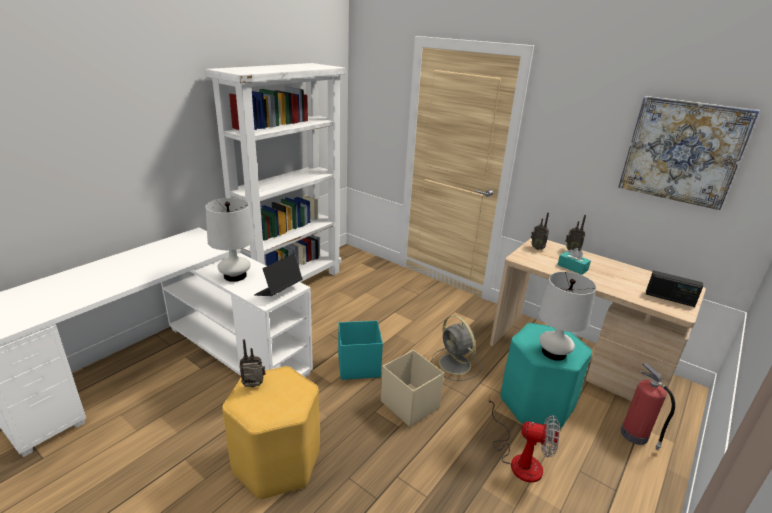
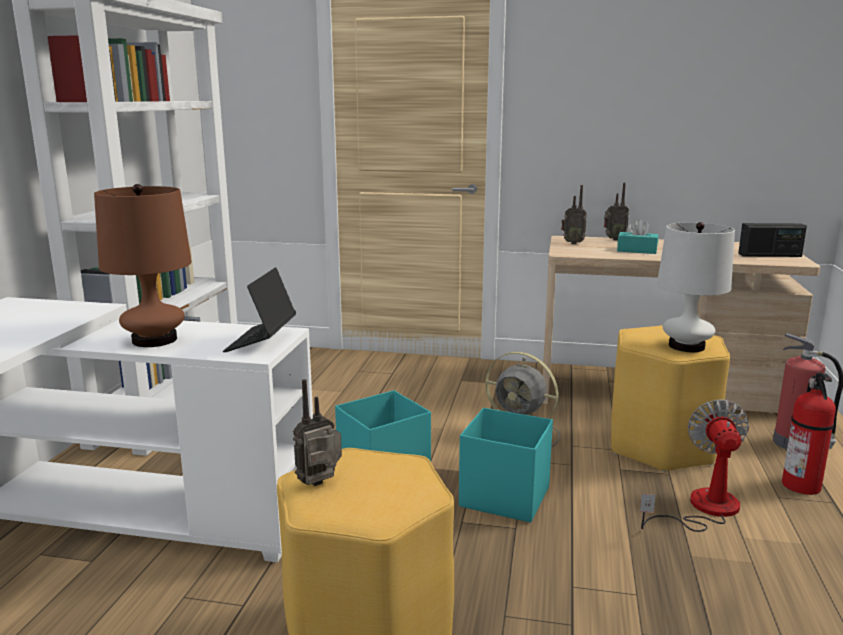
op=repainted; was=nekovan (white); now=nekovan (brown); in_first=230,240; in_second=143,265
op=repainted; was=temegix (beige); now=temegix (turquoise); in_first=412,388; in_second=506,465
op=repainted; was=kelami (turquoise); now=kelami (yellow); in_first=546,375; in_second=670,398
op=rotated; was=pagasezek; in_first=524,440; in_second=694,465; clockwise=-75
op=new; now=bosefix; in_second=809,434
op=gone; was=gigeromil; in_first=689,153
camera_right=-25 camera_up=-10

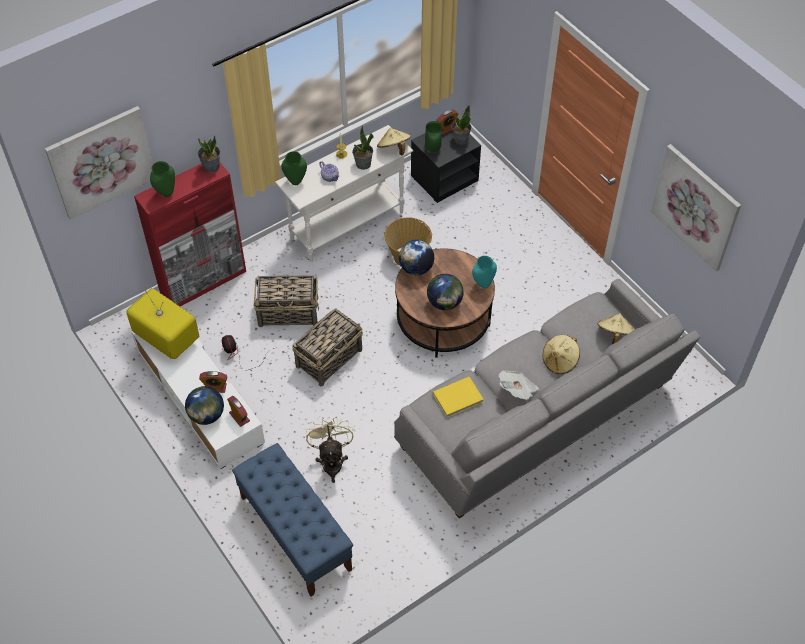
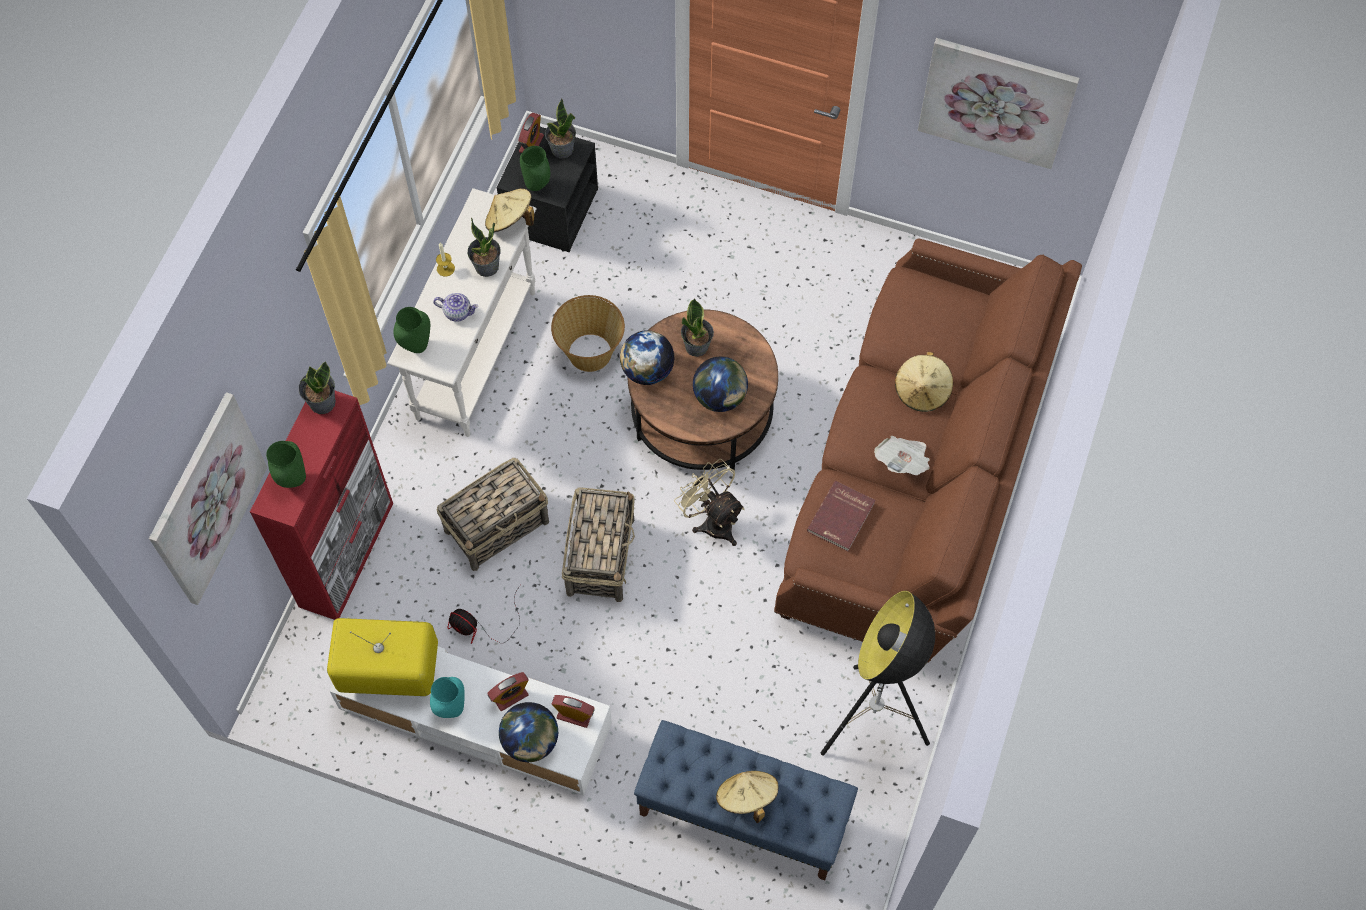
op=shifted; was=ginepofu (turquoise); in_first=484,272; in_second=447,697
op=shifted; was=pagasezek (beige); in_first=329,449; in_second=709,502
op=new; now=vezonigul; in_second=697,327
op=shifted; was=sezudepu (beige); in_first=616,328; in_second=747,797
op=repainted; was=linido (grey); now=linido (brown); in_first=547,398; in_second=928,450
op=repainted; was=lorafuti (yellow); now=lorafuti (red); in_first=458,397; in_second=841,516
op=new; now=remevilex; in_second=878,673
camera_right=-35 camera_up=10

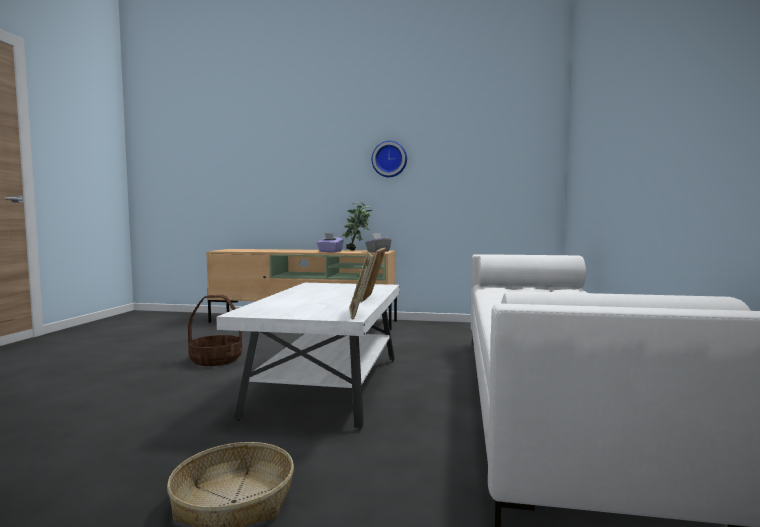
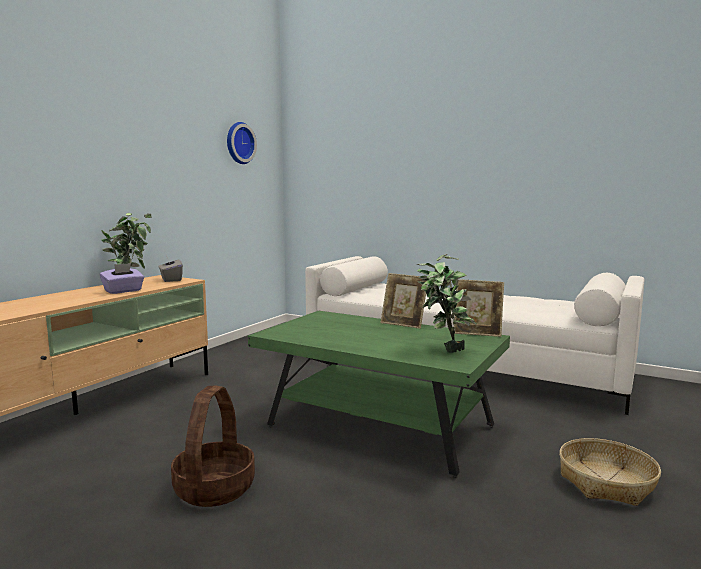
op=shifted; was=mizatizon; in_first=389,159; in_second=242,143
op=repainted; was=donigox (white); now=donigox (green); in_first=308,357; in_second=379,394
op=new; now=vezonigul; in_second=447,303
camera_right=-70 camera_up=5

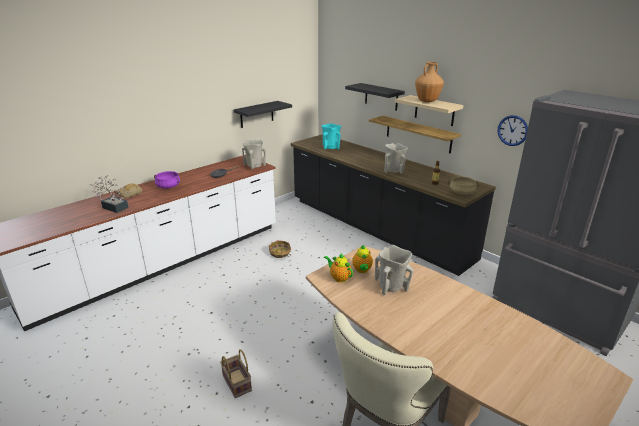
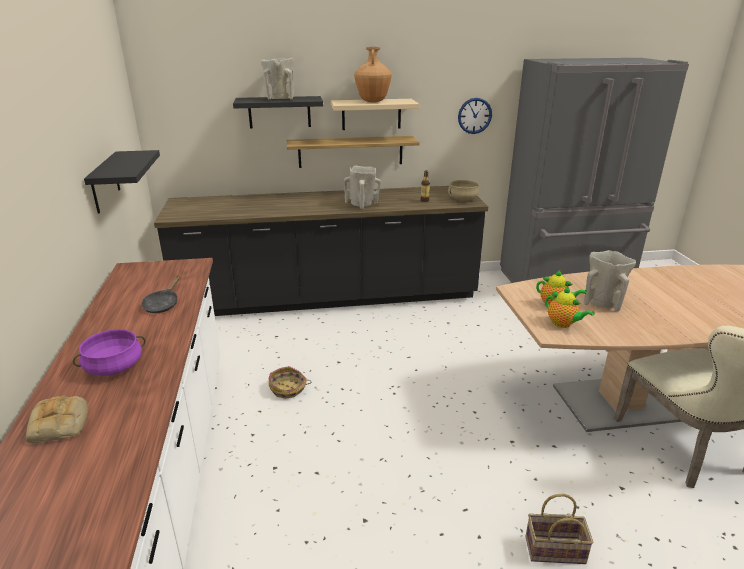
op=shifted; was=ginepofu (beige); in_first=254,154; in_second=277,79
op=rotated; was=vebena; in_first=338,268; in_second=570,307; clockwise=-120
op=gone; was=vezonigul; in_first=110,194
op=gone; was=ginepofu (turquoise); in_first=331,137
camera_right=-55 camera_up=0

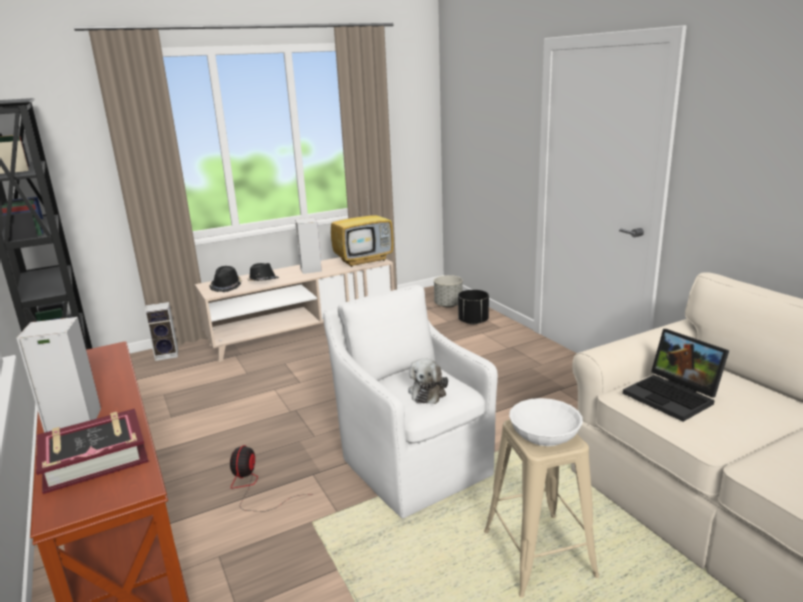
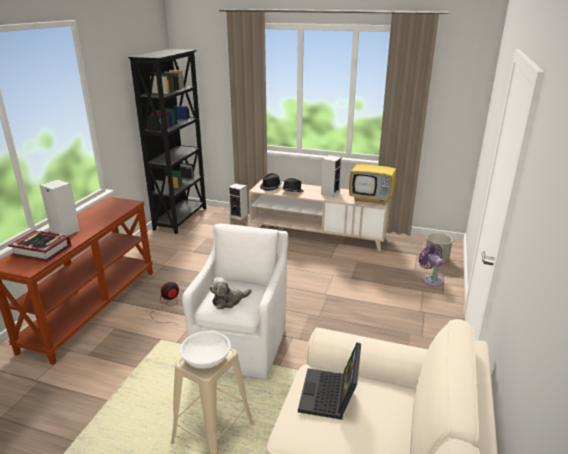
op=swapped; was=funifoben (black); now=pagasezek (purple); in_first=473,307; in_second=431,265
camera_right=45 camera_up=5

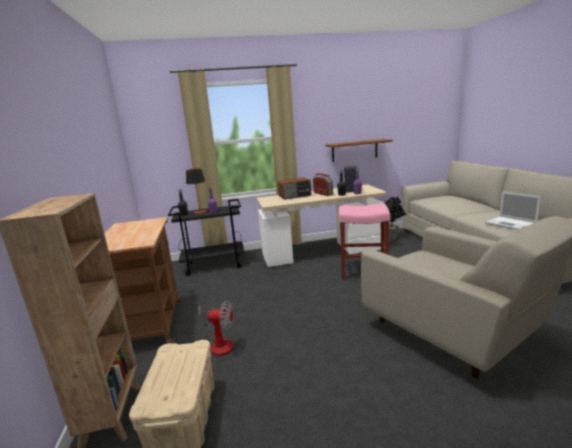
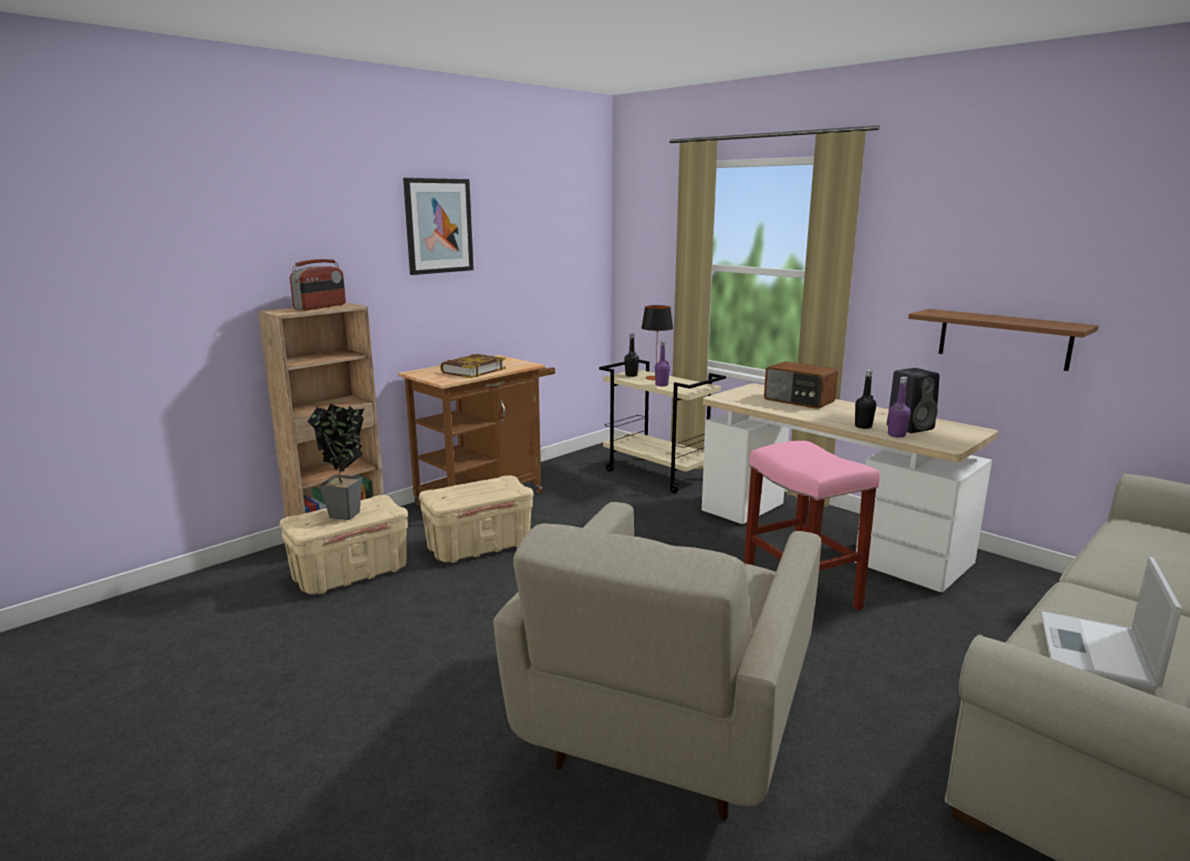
op=shifted; was=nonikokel; in_first=323,184; in_second=318,285
op=shifted; was=vezonigul; in_first=396,219; in_second=336,462
op=new; now=gigeromil; in_second=438,226
op=swapped; was=pagasezek; now=temegix (beige); in_first=216,328; in_second=476,519
op=new; now=lorafuti; in_second=473,366
op=repainted; was=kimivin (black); now=kimivin (beige); in_first=206,237; in_second=662,426
camera_right=55 camera_up=0

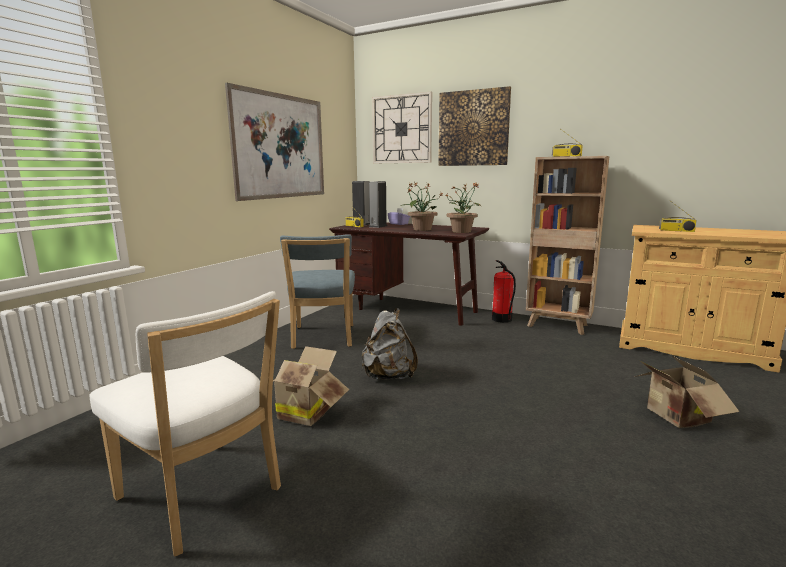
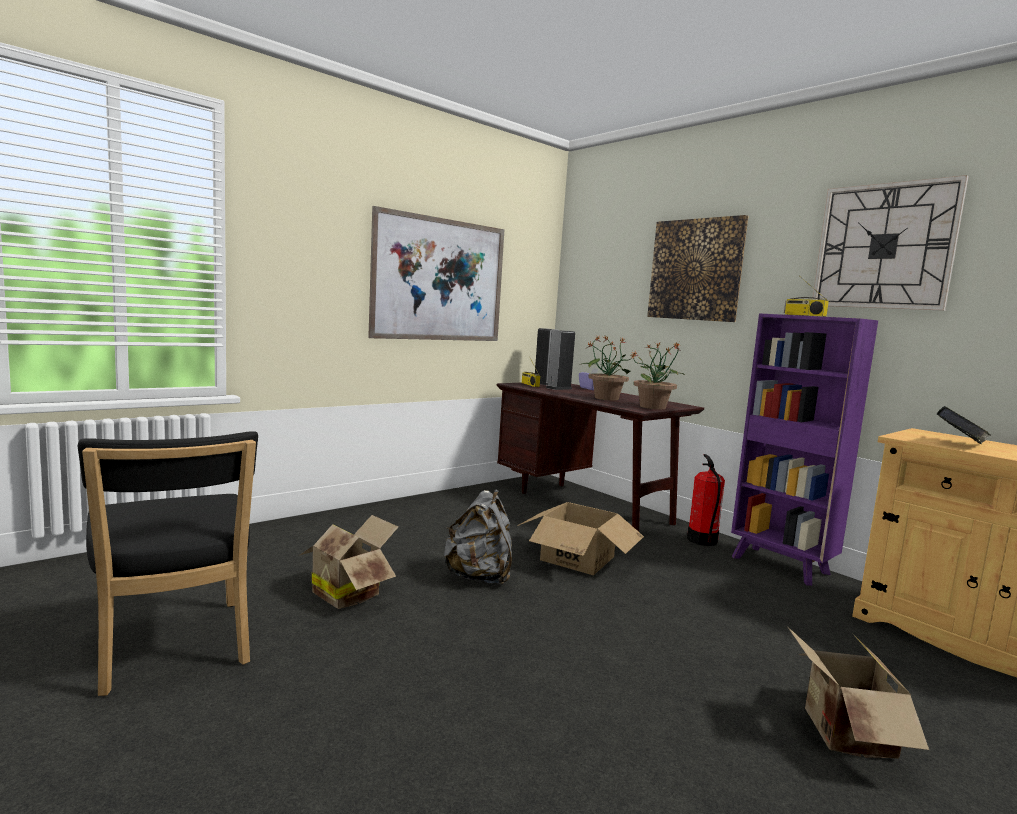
op=repainted; was=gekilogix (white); now=gekilogix (black); in_first=185,424; in_second=168,563
op=new; now=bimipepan; in_second=580,538
op=repainted; was=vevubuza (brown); now=vevubuza (purple); in_first=567,245; in_second=804,449
op=shifted; was=mizatizon; in_first=402,128; in_second=890,243
op=swapped; was=nonikokel; now=lorafuti; in_first=678,217; in_second=964,425
op=gone; was=gekilogix (blue); in_first=317,291
camera_right=20 camera_up=-5

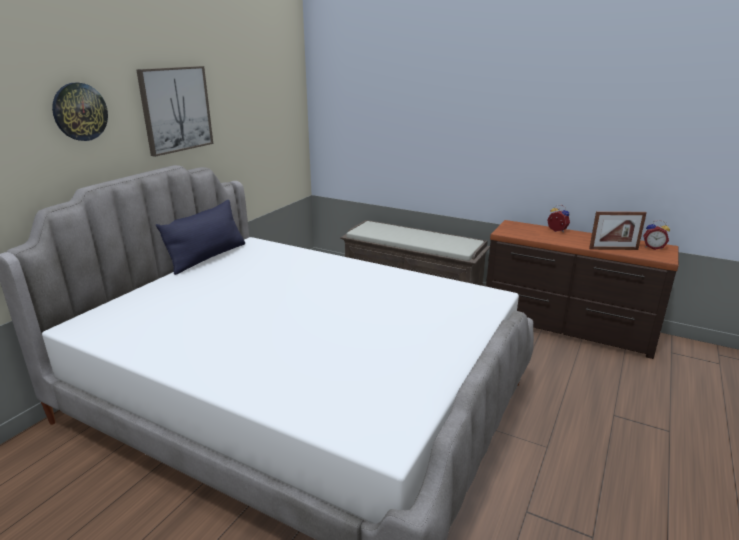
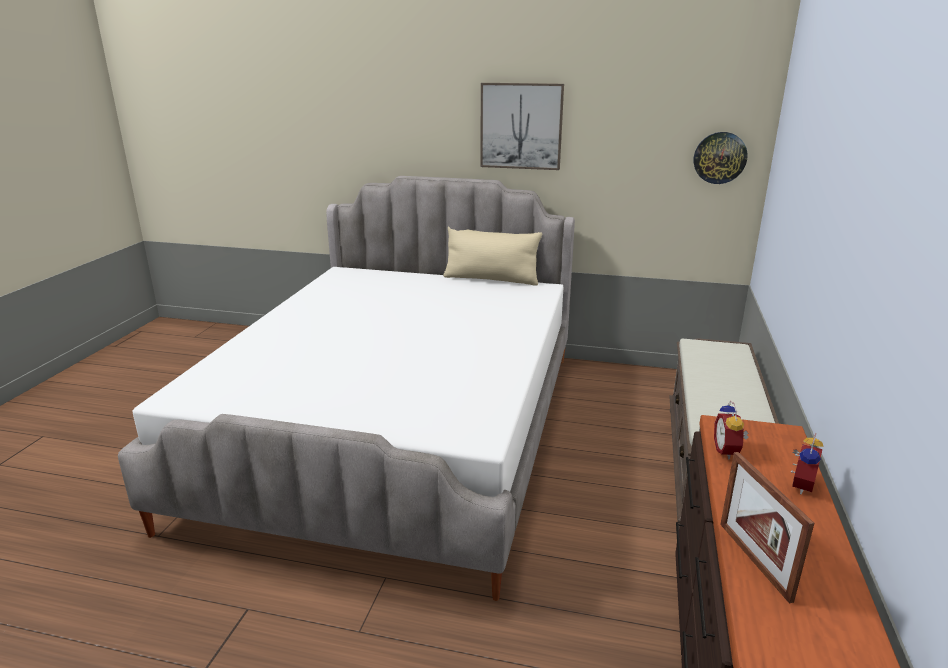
op=repainted; was=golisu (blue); now=golisu (beige); in_first=200,237; in_second=492,255
op=shifted; was=mizatizon; in_first=80,112; in_second=721,158
op=shifted; was=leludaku; in_first=656,235; in_second=731,430
camera_right=75 camera_up=0

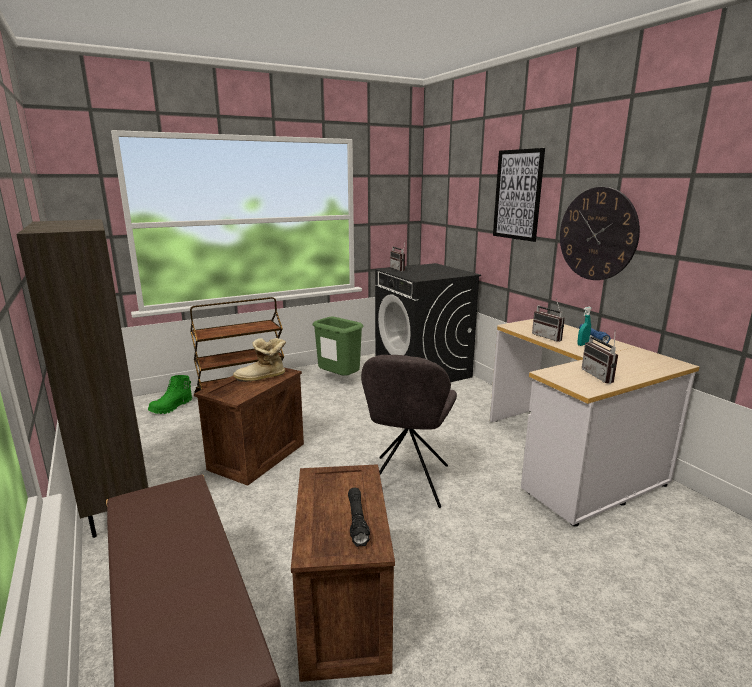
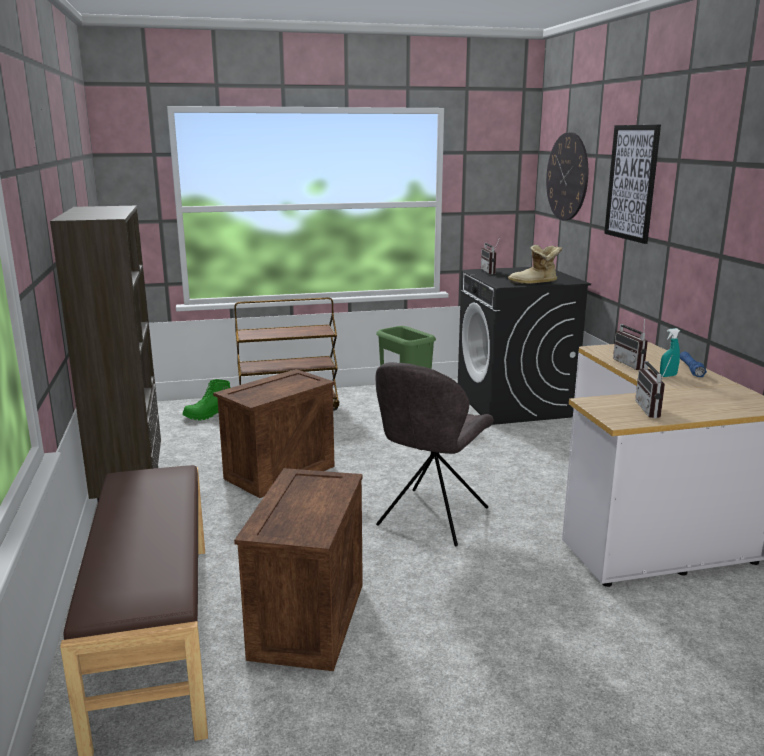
op=shifted; was=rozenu; in_first=259,360; in_second=535,264
op=shifted; was=mizatizon; in_first=600,233; in_second=567,176
op=gone; was=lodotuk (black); in_first=359,517
camera_right=15 camera_up=0

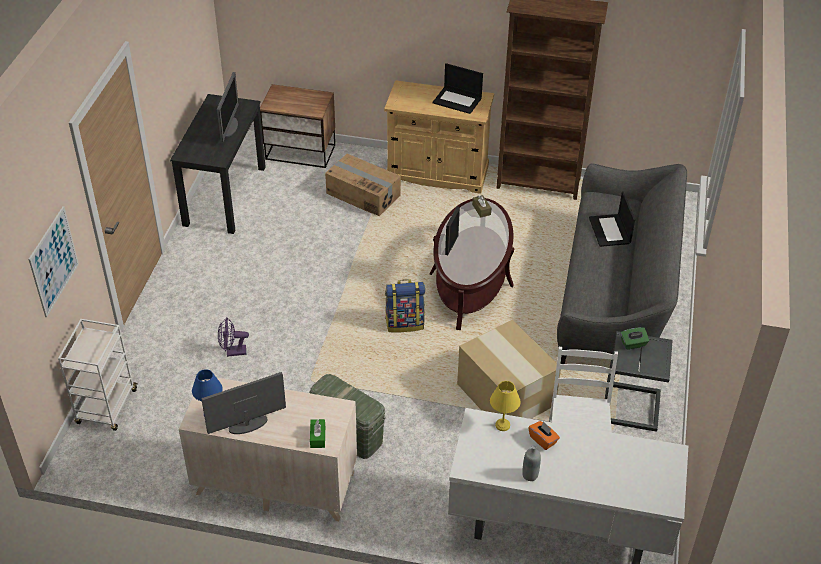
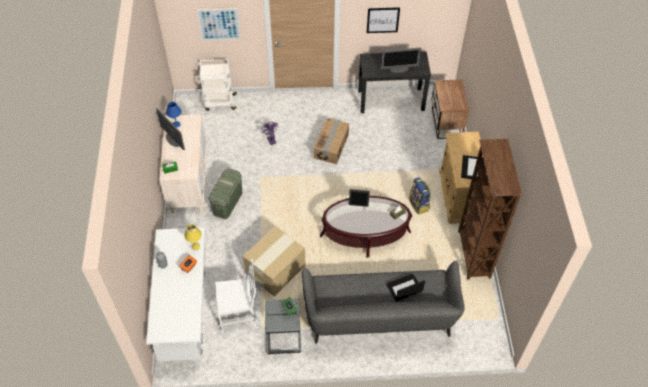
op=shifted; was=bimipepan; in_first=363,185; in_second=331,141
op=new; now=gigeromil; in_second=383,20
op=shifted; was=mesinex; in_first=405,306; in_second=420,195
camera_right=75 camera_up=10

